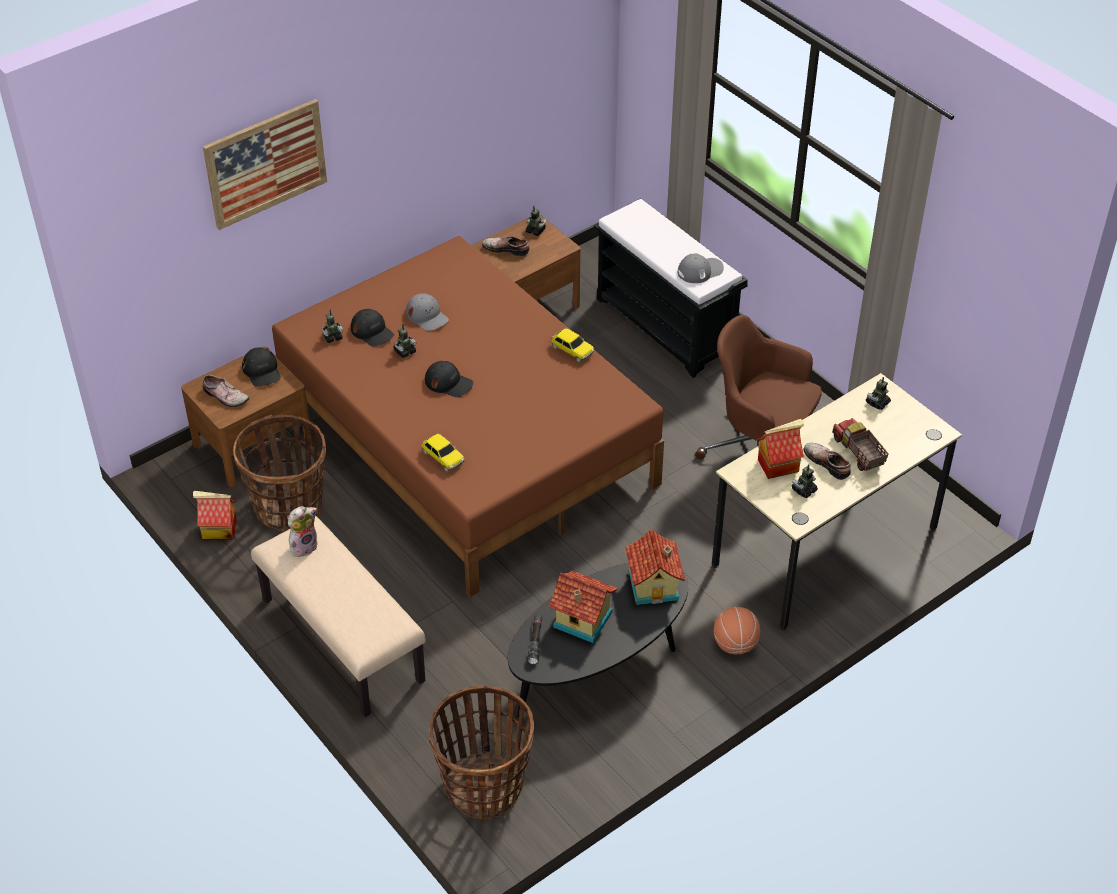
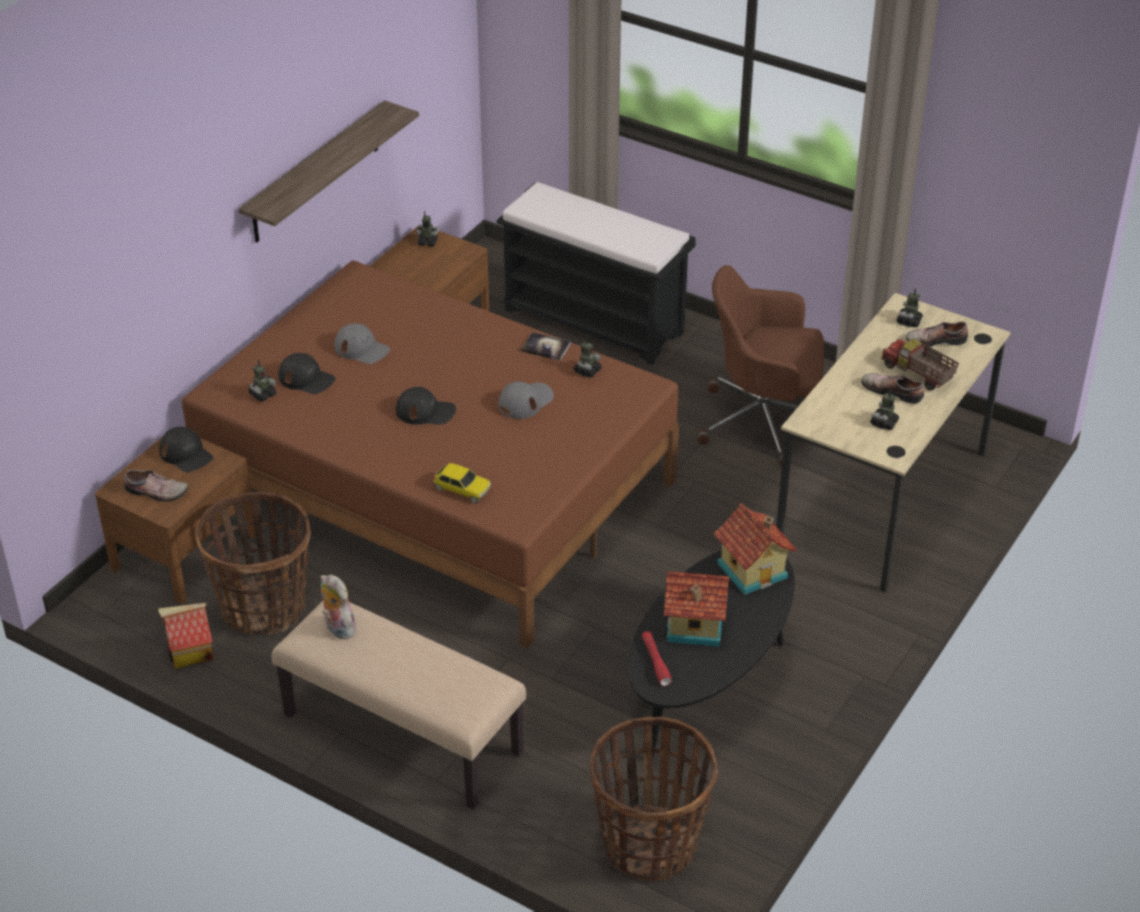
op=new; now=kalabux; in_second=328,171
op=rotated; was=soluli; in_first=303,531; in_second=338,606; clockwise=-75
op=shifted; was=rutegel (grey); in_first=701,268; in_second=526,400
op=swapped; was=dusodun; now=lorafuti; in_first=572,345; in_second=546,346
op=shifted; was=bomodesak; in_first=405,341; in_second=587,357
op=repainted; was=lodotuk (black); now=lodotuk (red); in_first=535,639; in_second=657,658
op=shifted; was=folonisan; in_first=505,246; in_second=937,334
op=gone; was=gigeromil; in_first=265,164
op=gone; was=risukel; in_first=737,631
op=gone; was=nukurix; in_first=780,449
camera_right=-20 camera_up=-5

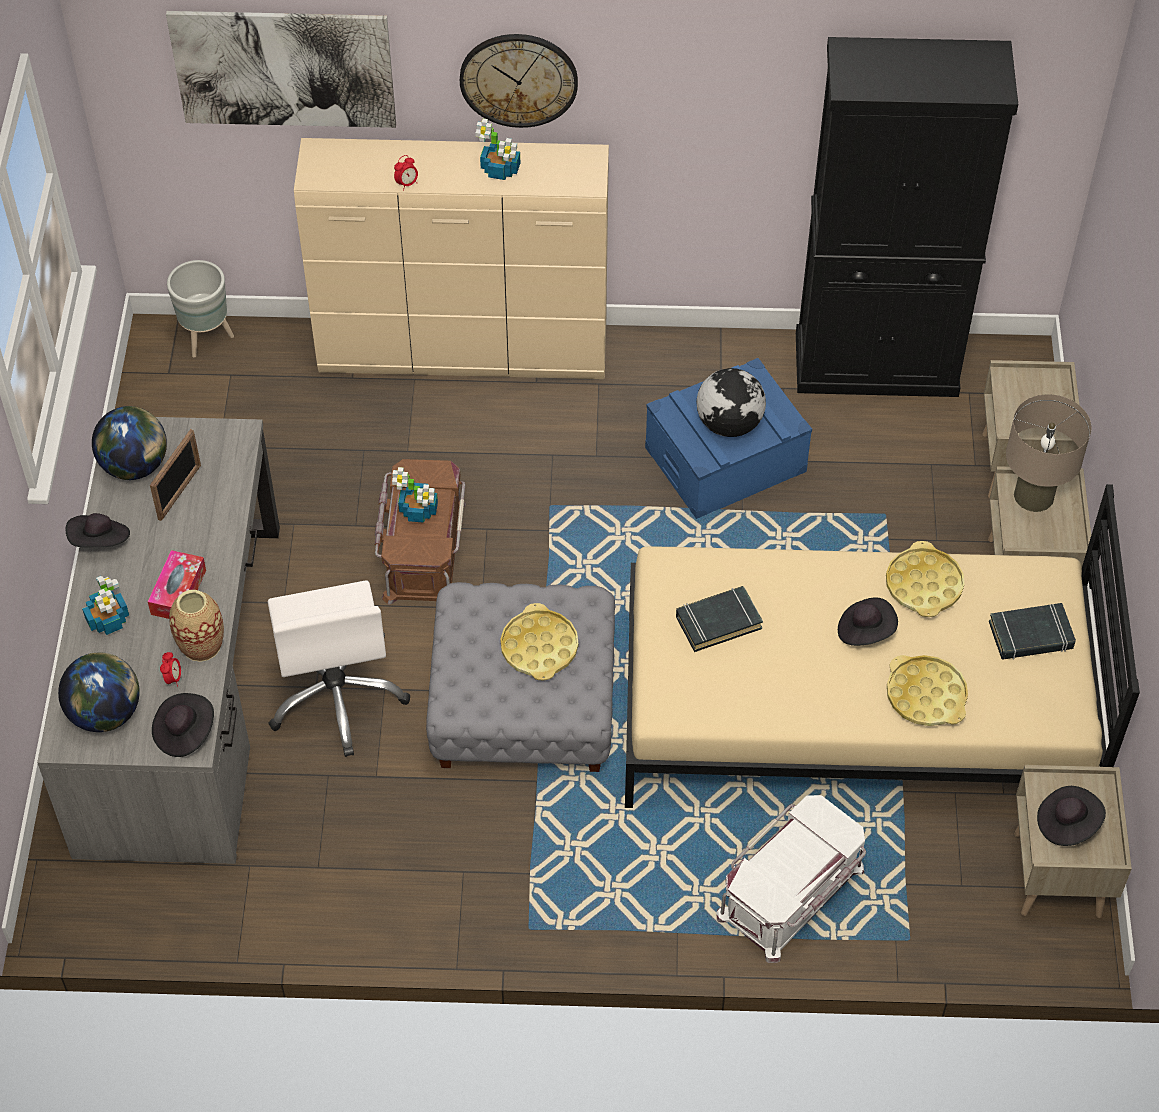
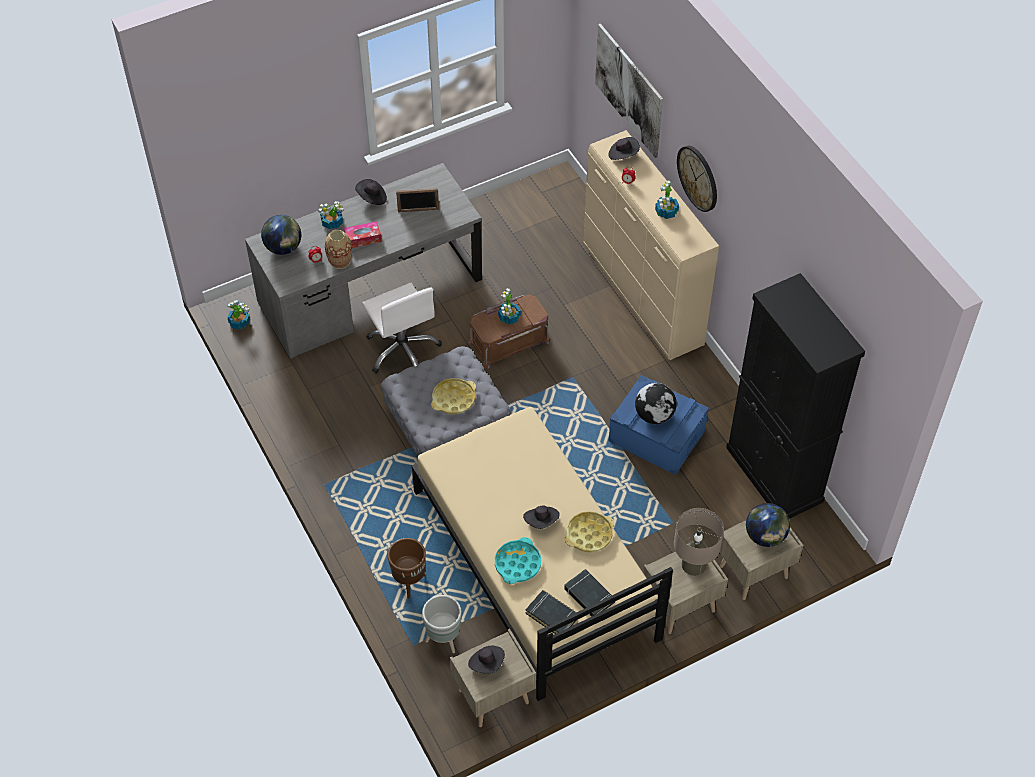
op=new; now=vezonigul; in_second=238,314
op=rotated; was=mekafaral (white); in_first=339,668; in_second=402,328; clockwise=-75
op=swapped; was=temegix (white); now=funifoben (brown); in_first=791,879; in_second=406,568
op=shifted; was=funifoben (grey); in_first=200,308; in_second=441,624
op=repainted; was=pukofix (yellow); now=pukofix (turquoise); in_first=927,690; in_second=518,560
op=shifted; was=lorafuti (black); in_first=719,619; in_second=550,612
op=shifted; was=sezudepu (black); in_first=183,725; in_second=624,148
op=shifted; was=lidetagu; in_first=129,443; in_second=768,525
camera_right=60 camera_up=0

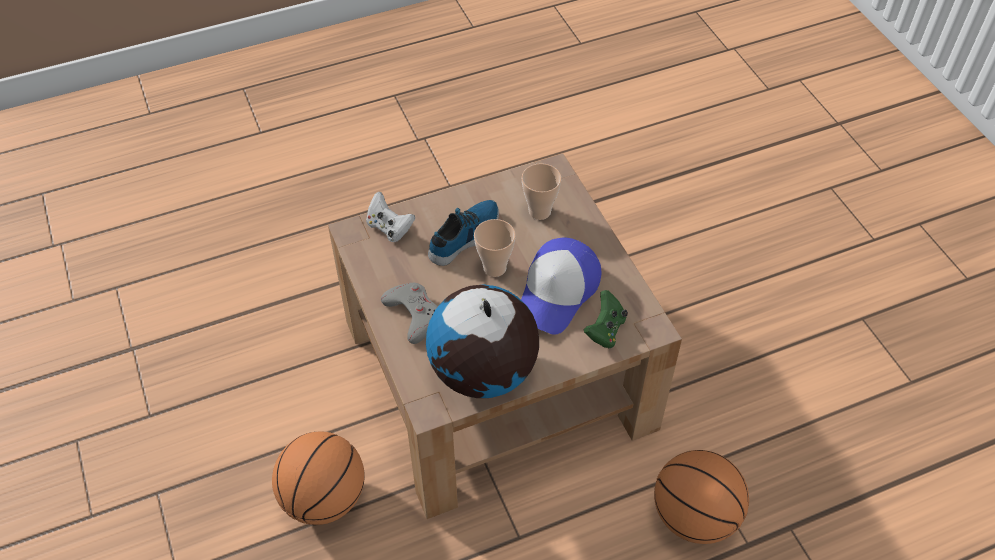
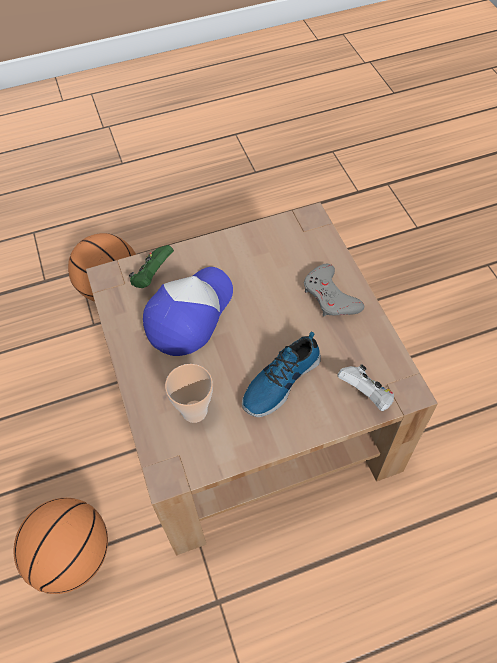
op=shifted; was=risukel; in_first=318,478; in_second=61,546
op=gone; was=lidetagu; in_first=482,341
op=gone; was=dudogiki; in_first=495,248
camera_right=-175 camera_up=5

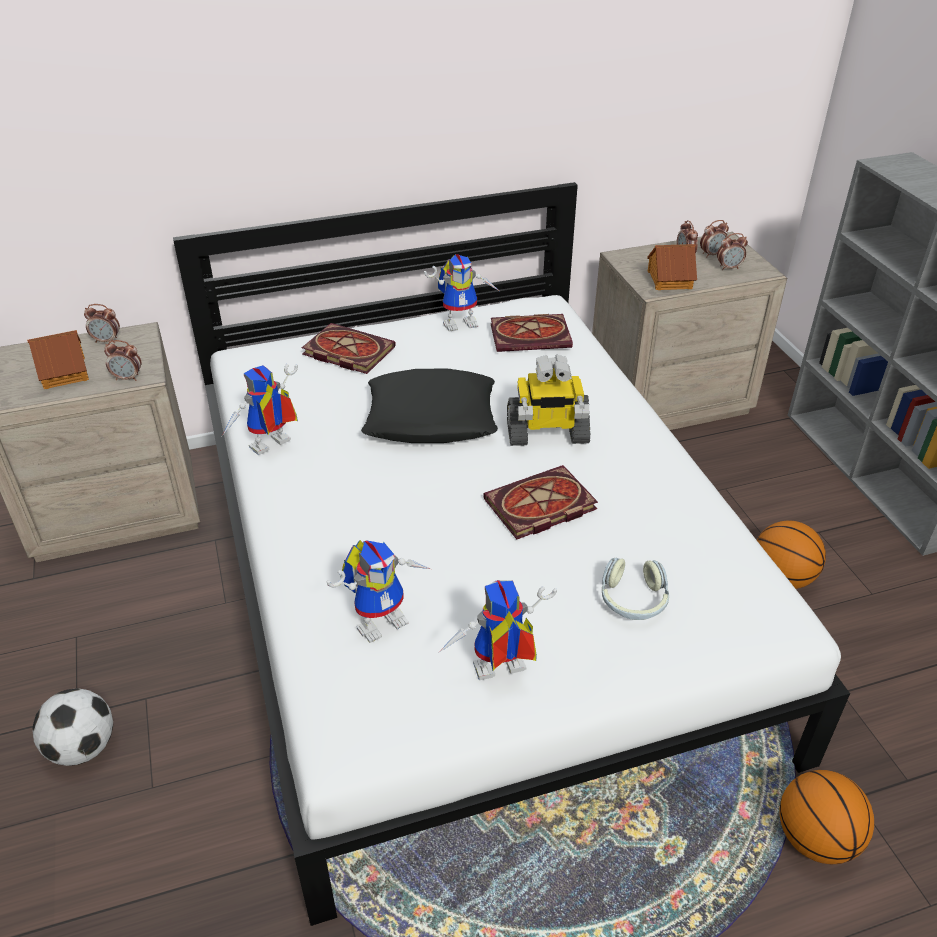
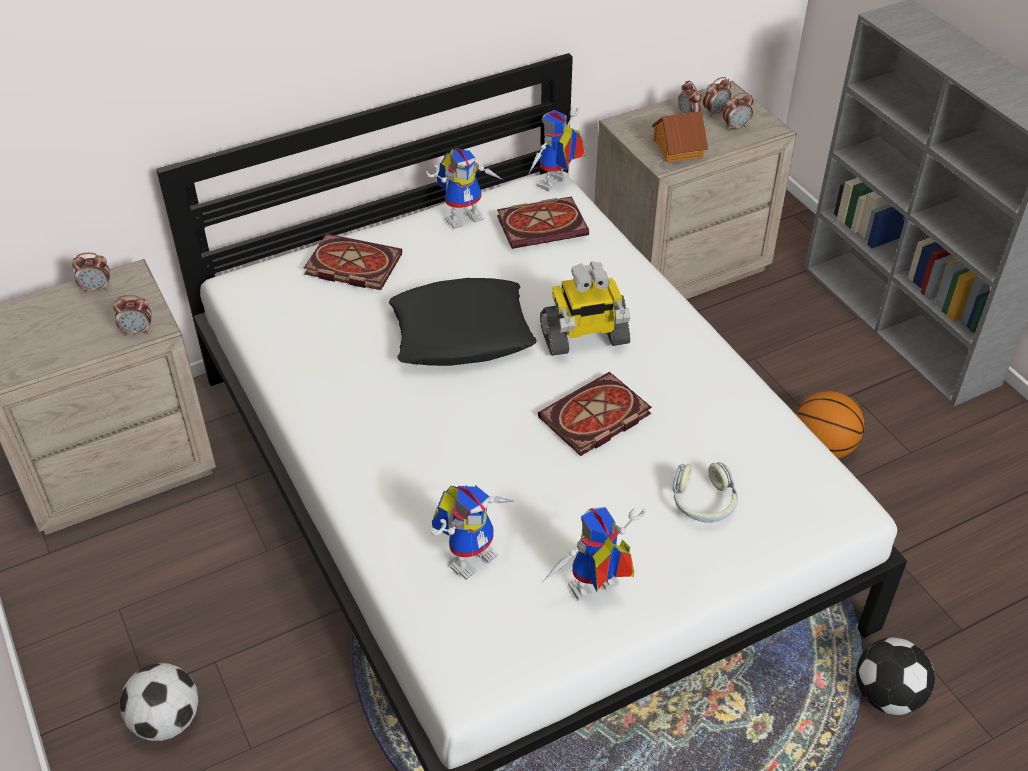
op=shifted; was=bomodesak; in_first=260,409; in_second=556,149
op=swapped; was=risukel; now=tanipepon; in_first=826,817; in_second=895,676
op=gone; was=nukurix; in_first=58,359
camera_right=-10 camera_up=5

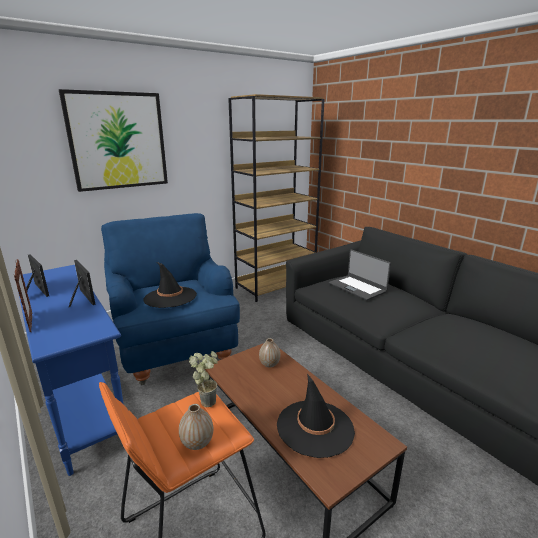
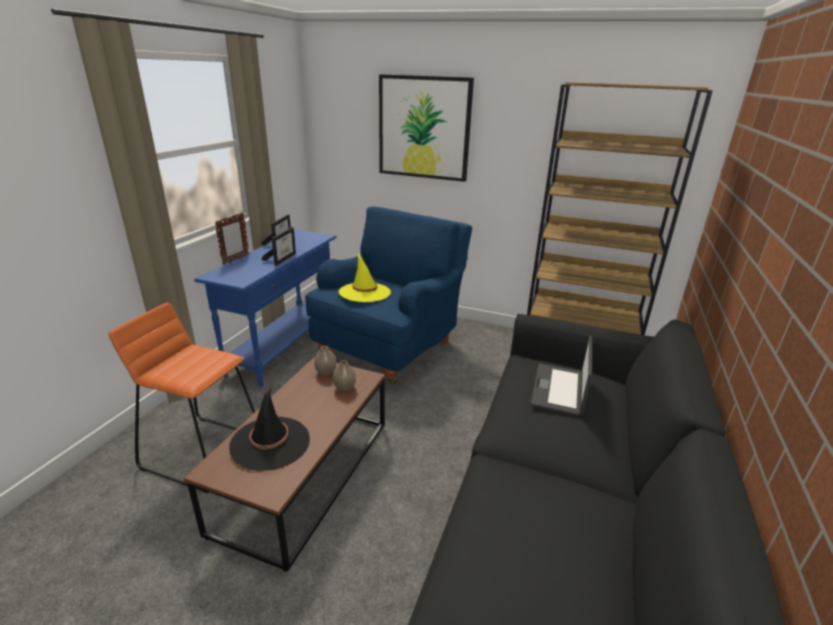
op=shifted; was=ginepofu; in_first=196,427; in_second=325,360
op=repainted; was=sezudepu (black); now=sezudepu (yellow); in_first=170,285; in_second=365,278
op=gone; was=vezonigul; in_first=203,379
camera_right=55 camera_up=5

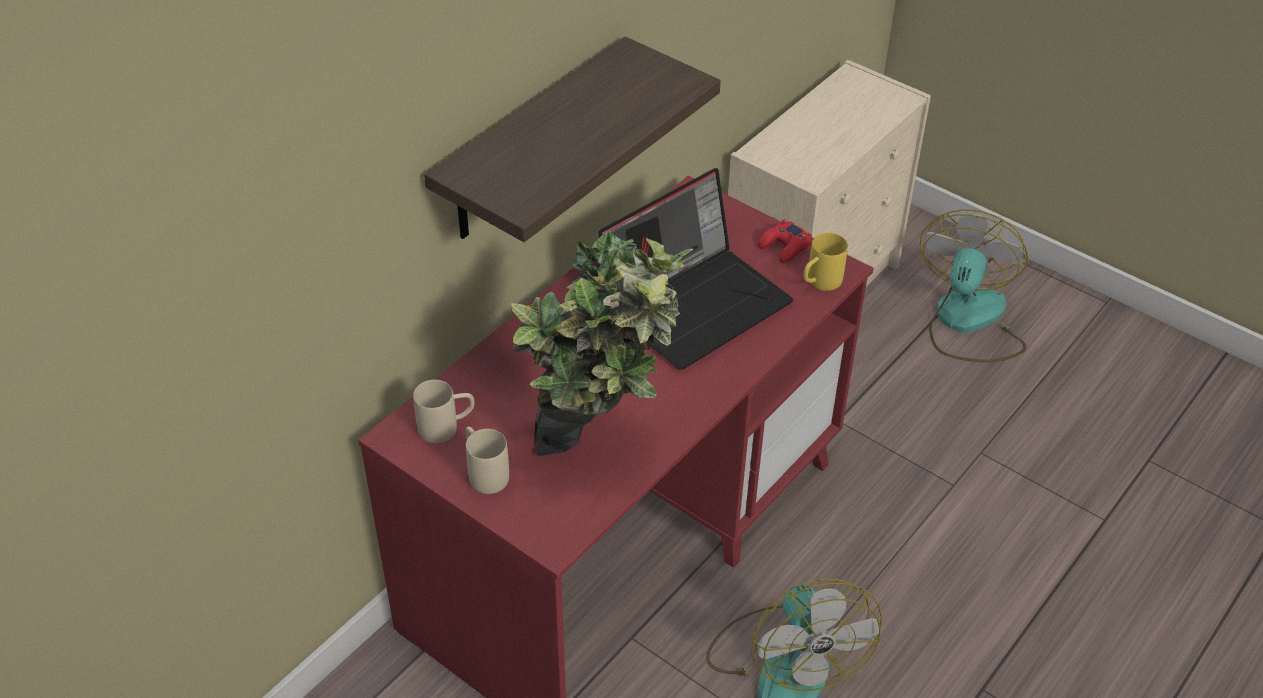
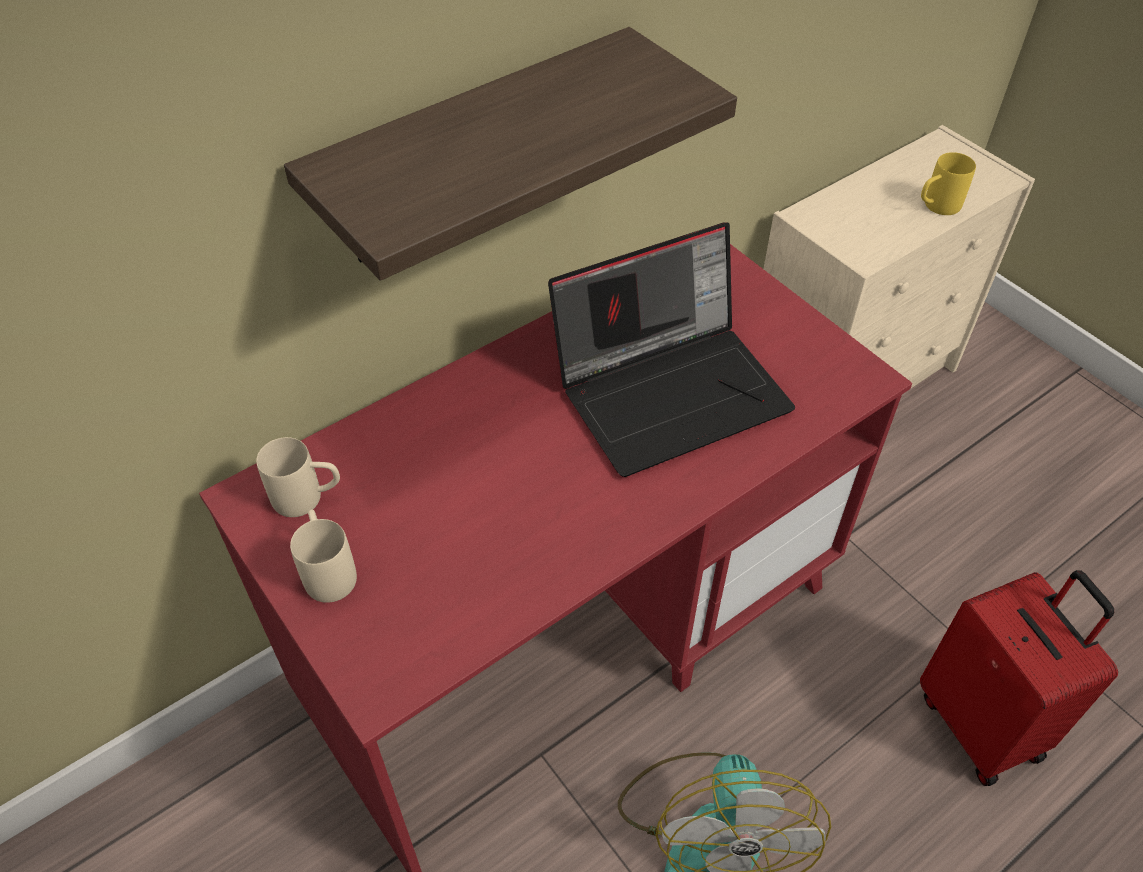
op=new; now=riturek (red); in_second=1019,678
op=shifted; was=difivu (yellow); in_first=825,262; in_second=948,183
op=gone; was=vezonigul; in_first=602,343
op=gone; was=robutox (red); in_first=785,241
op=gone; was=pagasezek; in_first=974,285
camera_right=15 camera_up=5

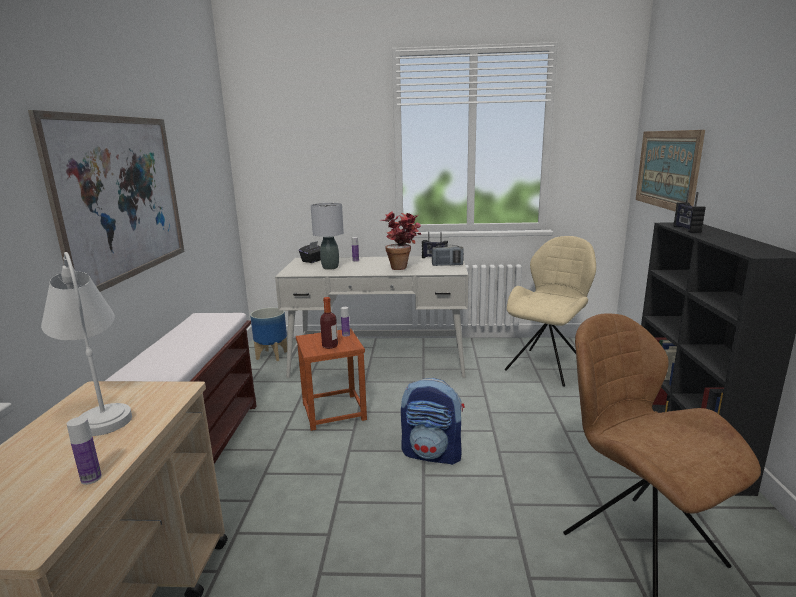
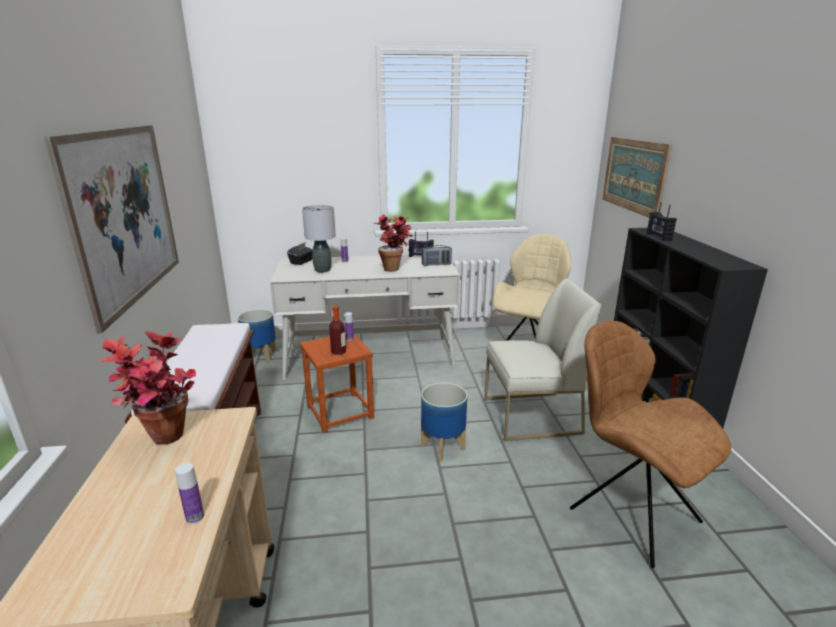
op=swapped; was=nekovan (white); now=vezonigul; in_first=86,344; in_second=148,388
op=swapped; was=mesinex; now=funifoben; in_first=433,421; in_second=444,422
op=new; now=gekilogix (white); in_second=543,359
camera_right=-10 camera_up=5

